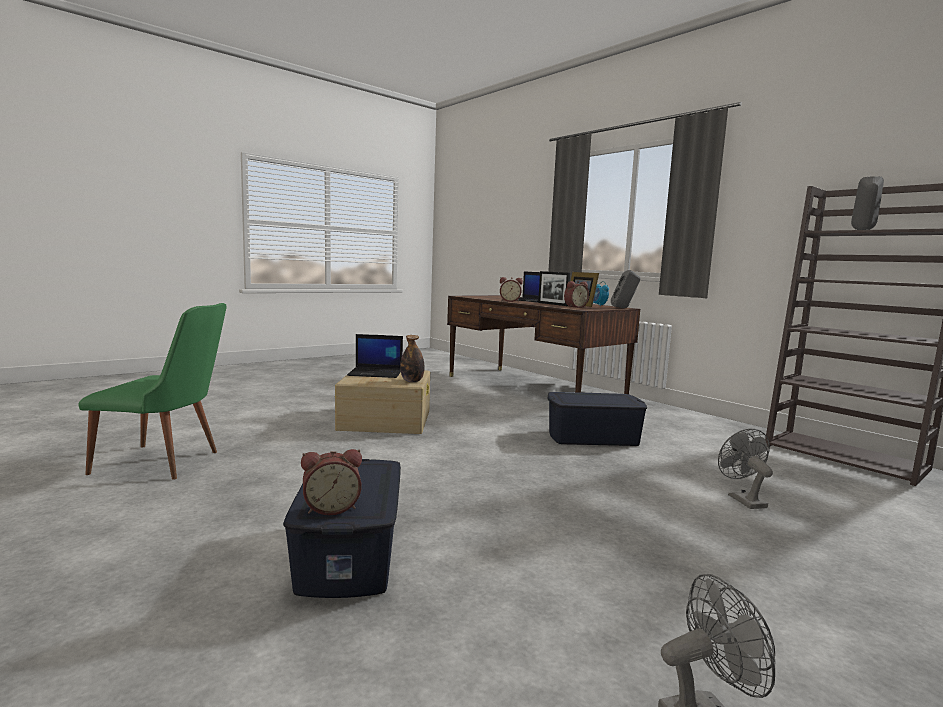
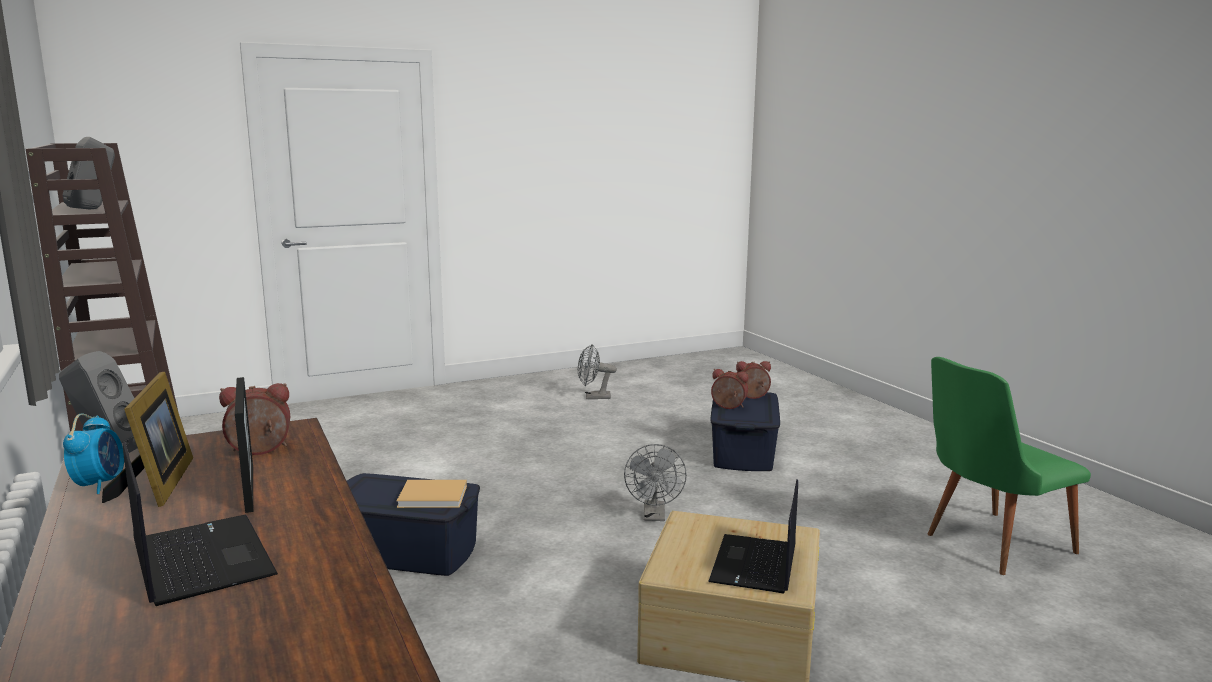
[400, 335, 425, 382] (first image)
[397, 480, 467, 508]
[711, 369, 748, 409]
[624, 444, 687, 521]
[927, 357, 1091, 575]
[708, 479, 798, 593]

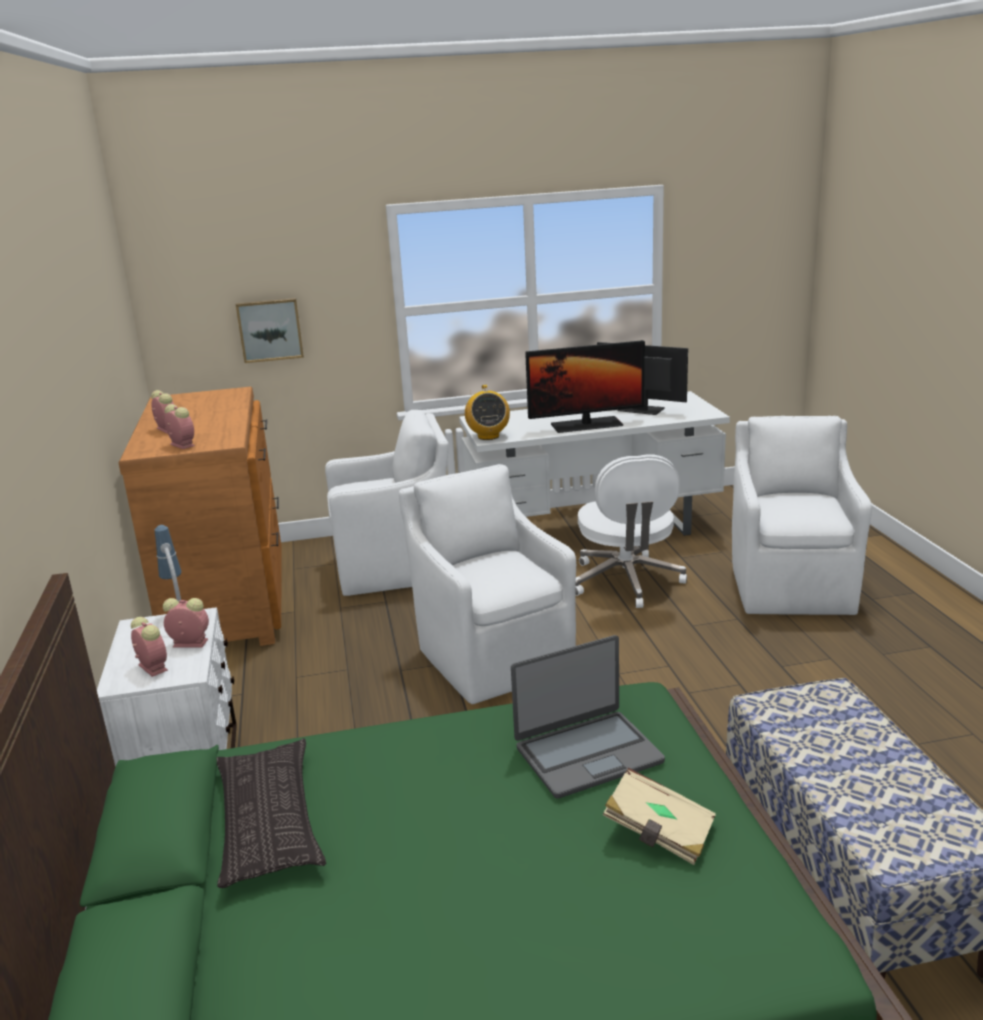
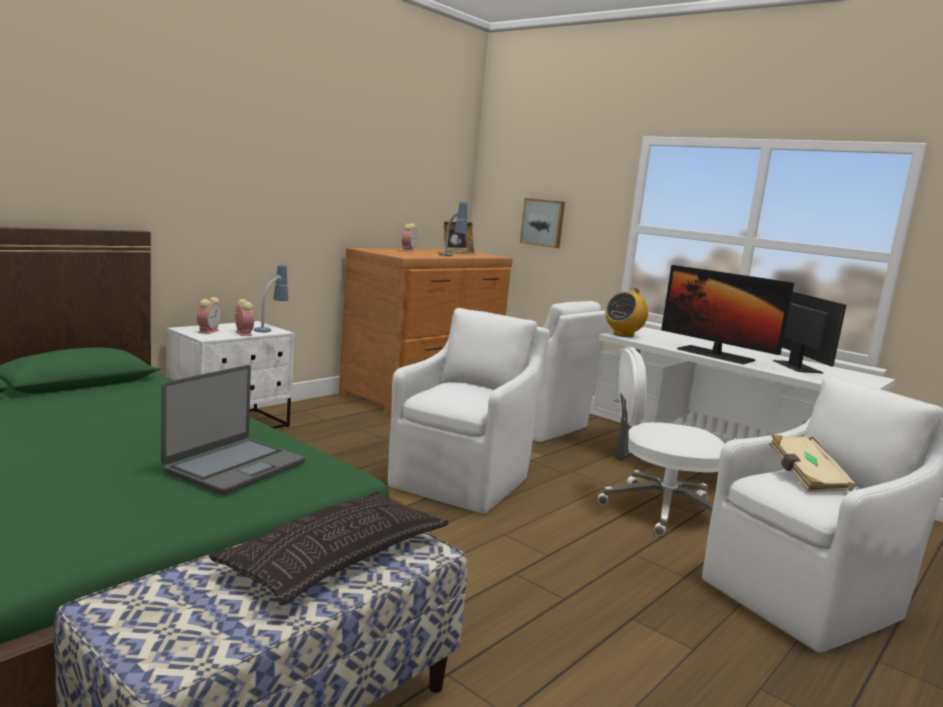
[164, 404, 195, 449] (first image)
[439, 201, 467, 256]
[444, 221, 475, 254]
[209, 491, 448, 605]
[769, 435, 856, 492]
[161, 365, 305, 495]
[598, 347, 725, 536]

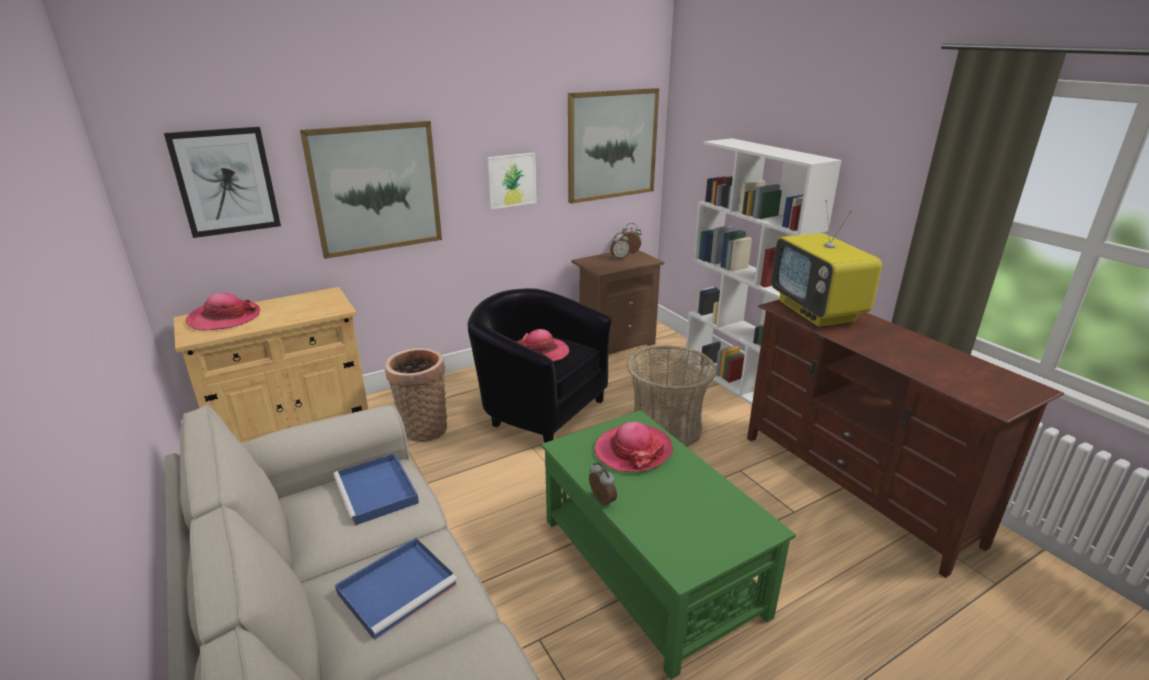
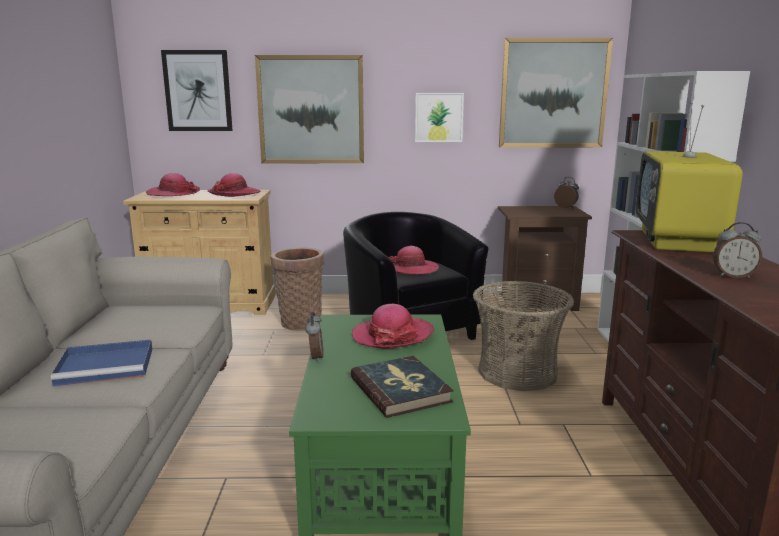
[333, 453, 419, 526] (first image)
[208, 173, 260, 197]
[351, 356, 454, 418]
[713, 222, 762, 278]

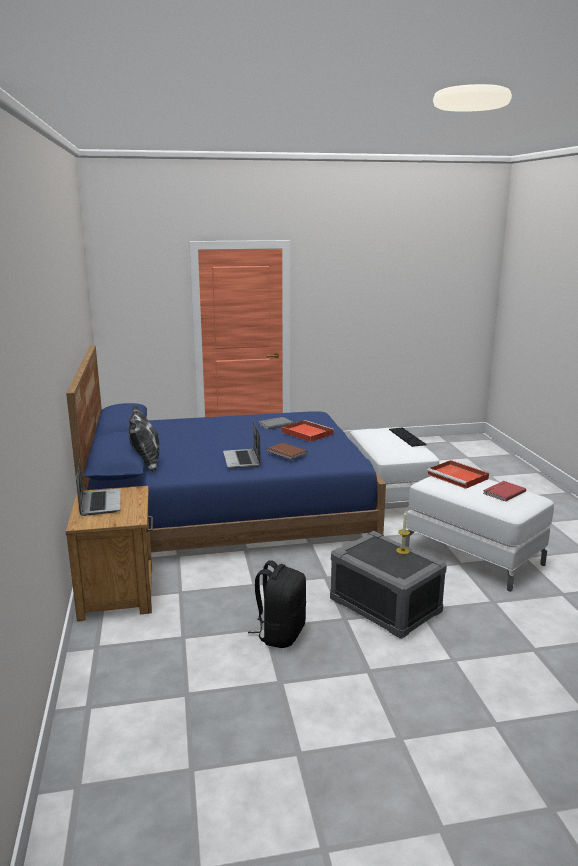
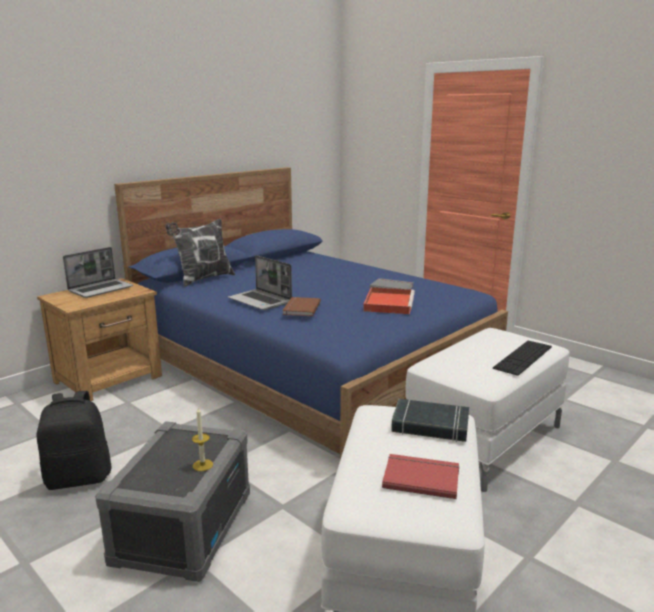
[391, 399, 469, 442]
[228, 255, 292, 310]

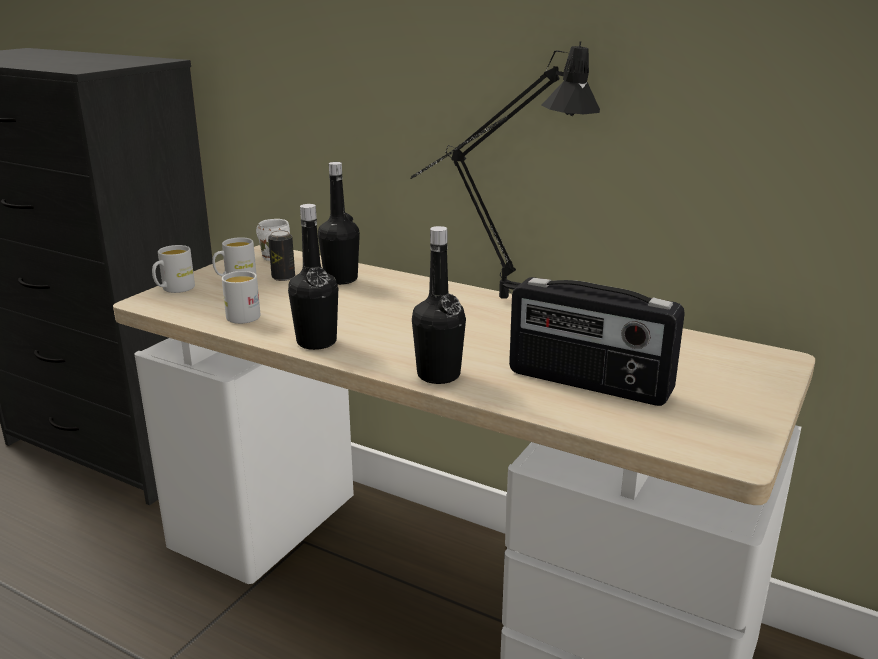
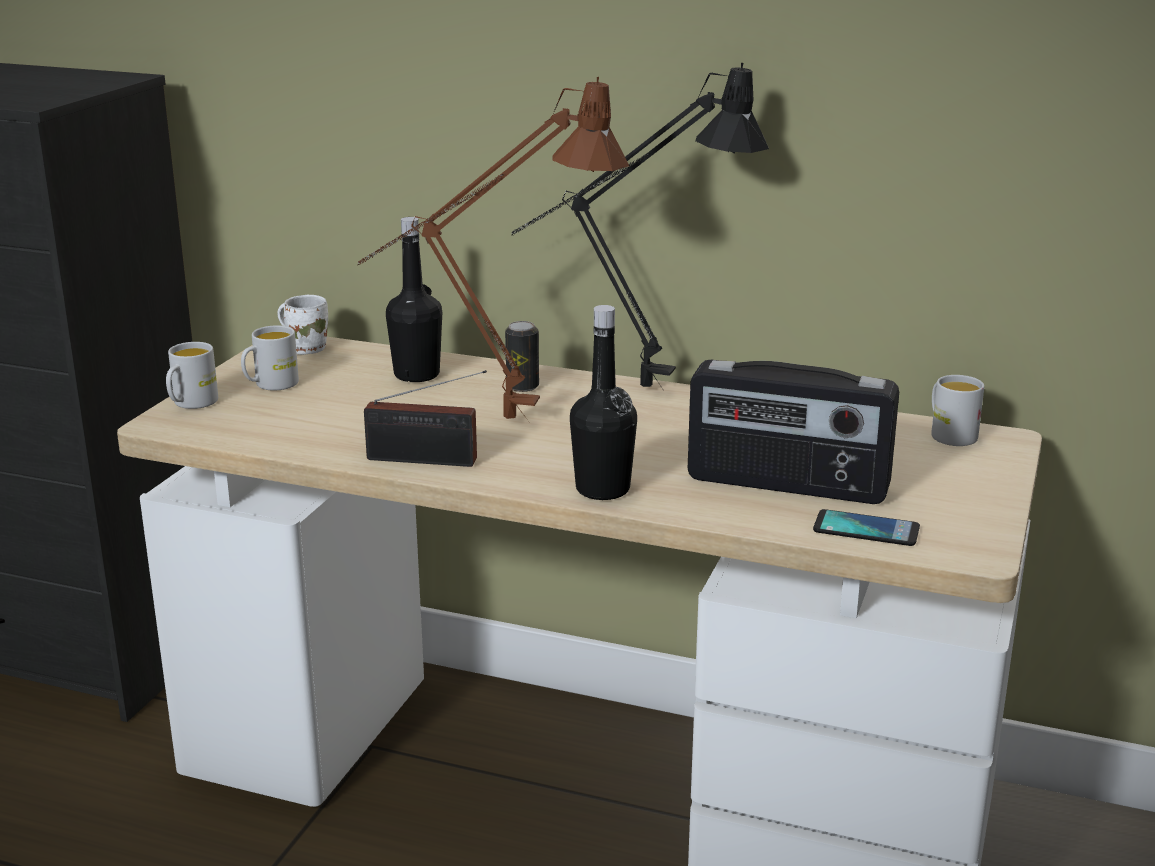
[358, 77, 629, 419]
[813, 509, 920, 546]
[931, 375, 984, 446]
[505, 321, 539, 392]
[364, 370, 487, 467]

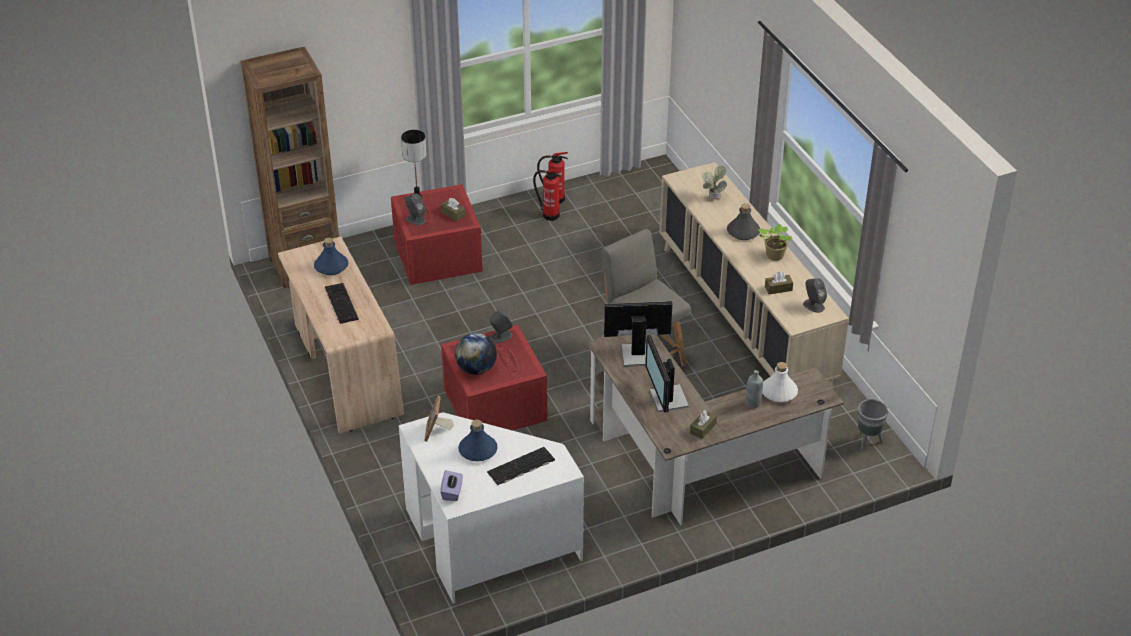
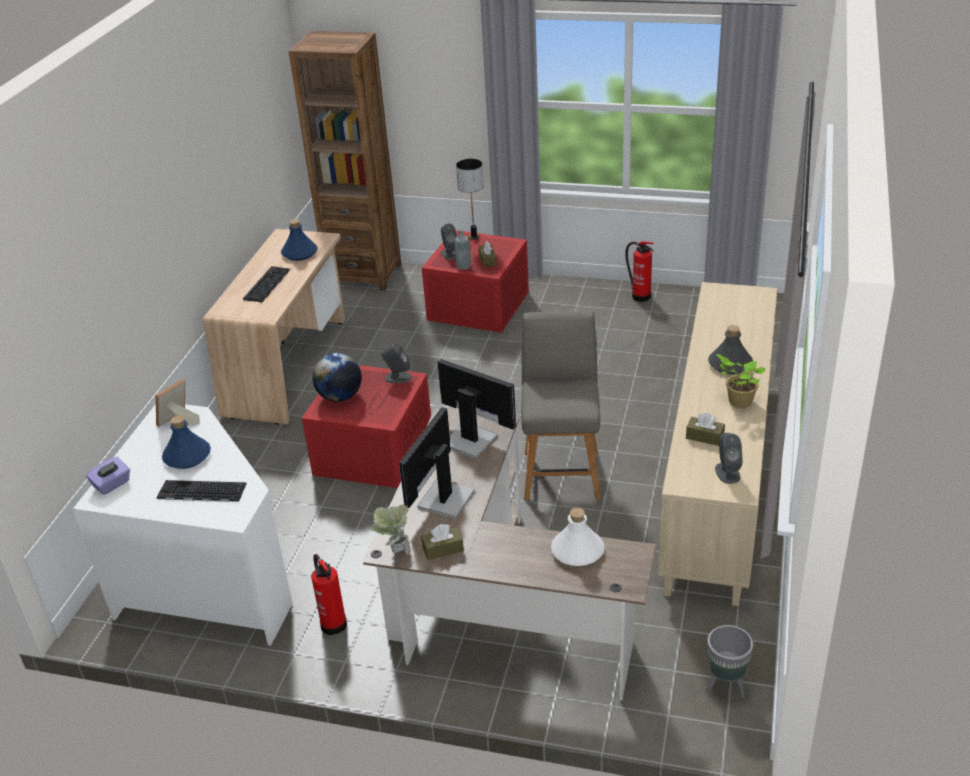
[311, 554, 347, 635]
[371, 505, 411, 555]
[455, 229, 471, 270]

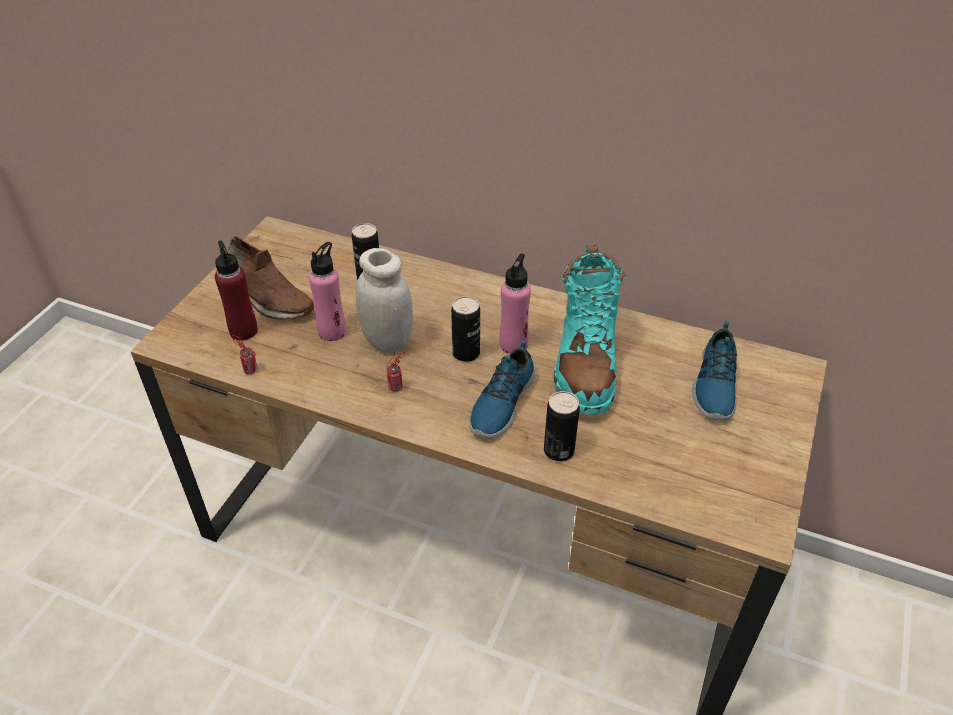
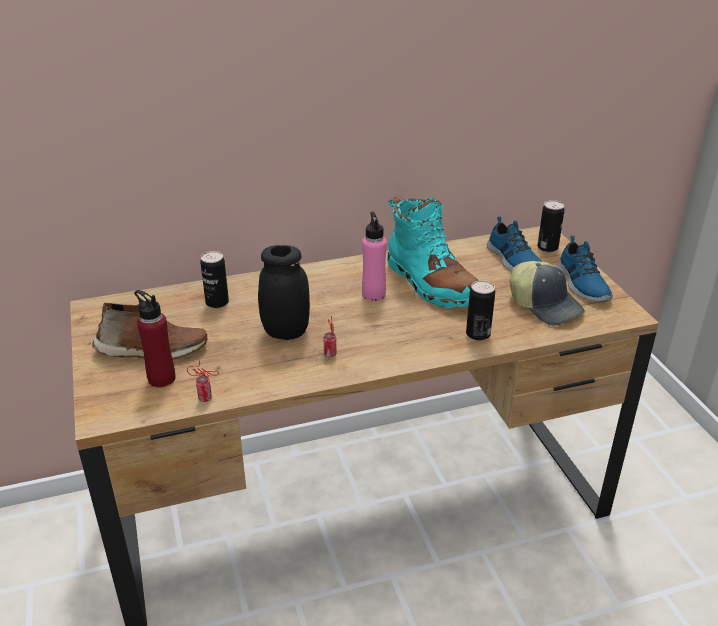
[309, 242, 346, 341] (first image)
[510, 261, 585, 325]
[537, 200, 565, 252]
[557, 235, 613, 302]
[258, 245, 310, 340]

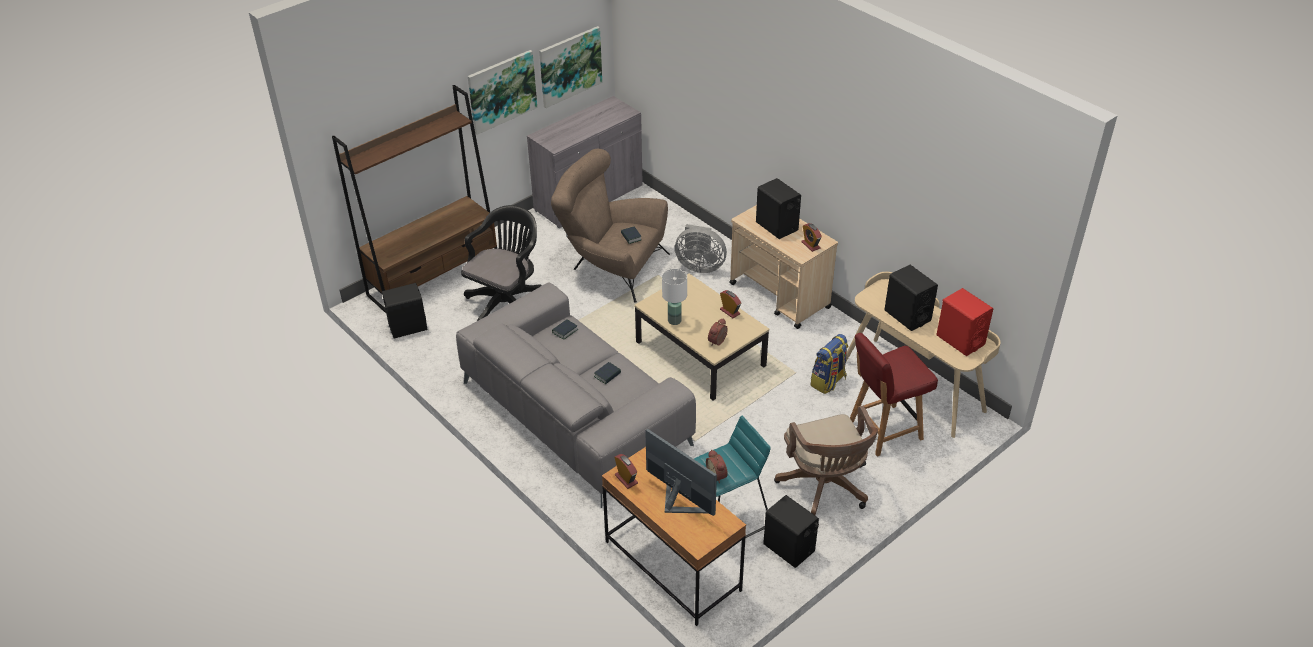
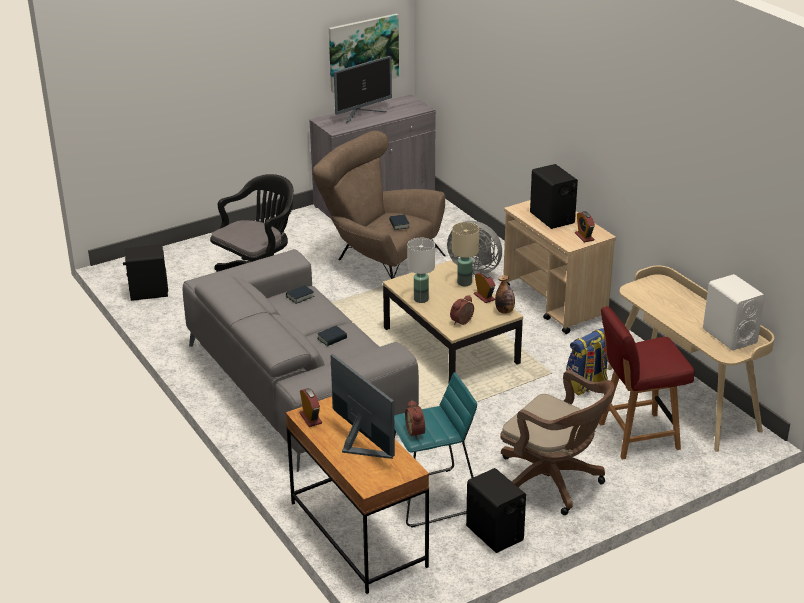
[332, 85, 497, 313] (first image)
[468, 50, 537, 135] (first image)
[884, 265, 938, 331] (first image)
[334, 56, 392, 123]
[452, 222, 479, 286]
[495, 275, 515, 314]
[703, 274, 765, 350]
[500, 370, 614, 515]

